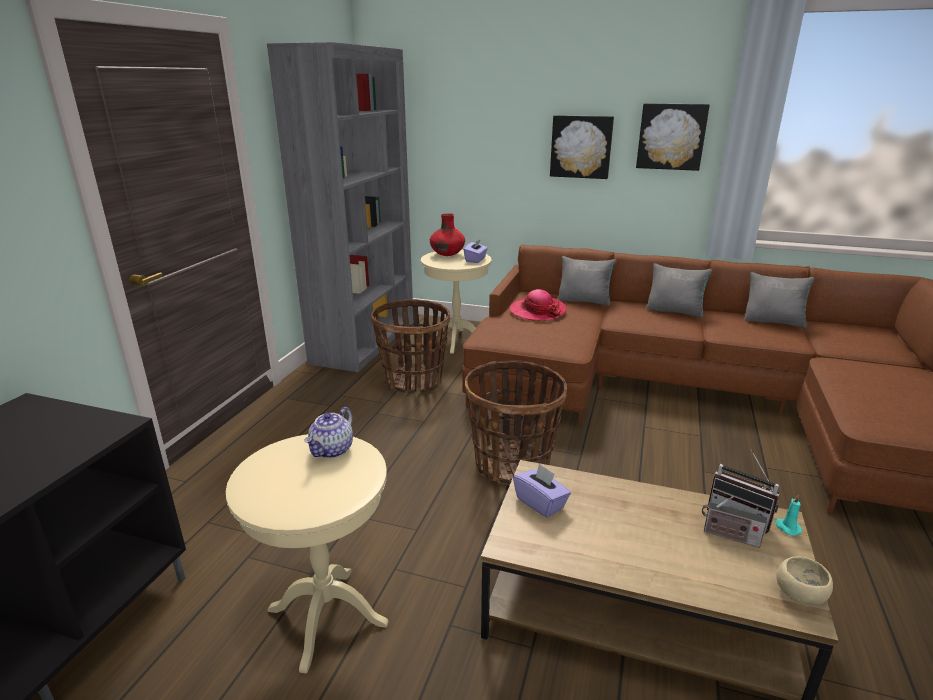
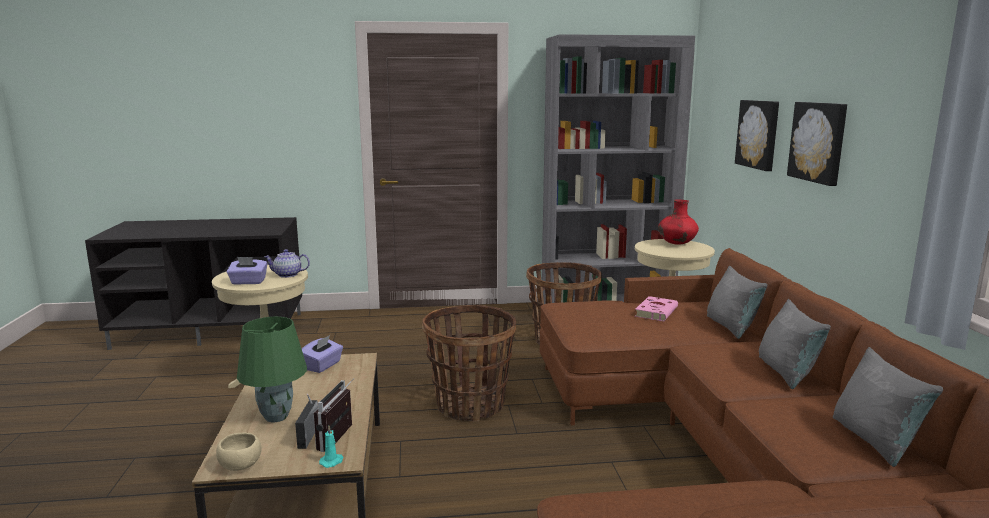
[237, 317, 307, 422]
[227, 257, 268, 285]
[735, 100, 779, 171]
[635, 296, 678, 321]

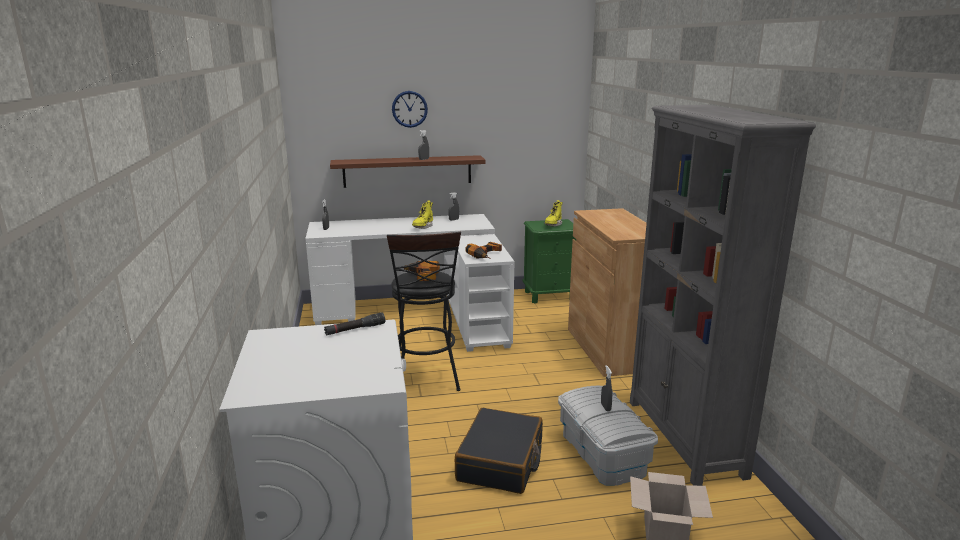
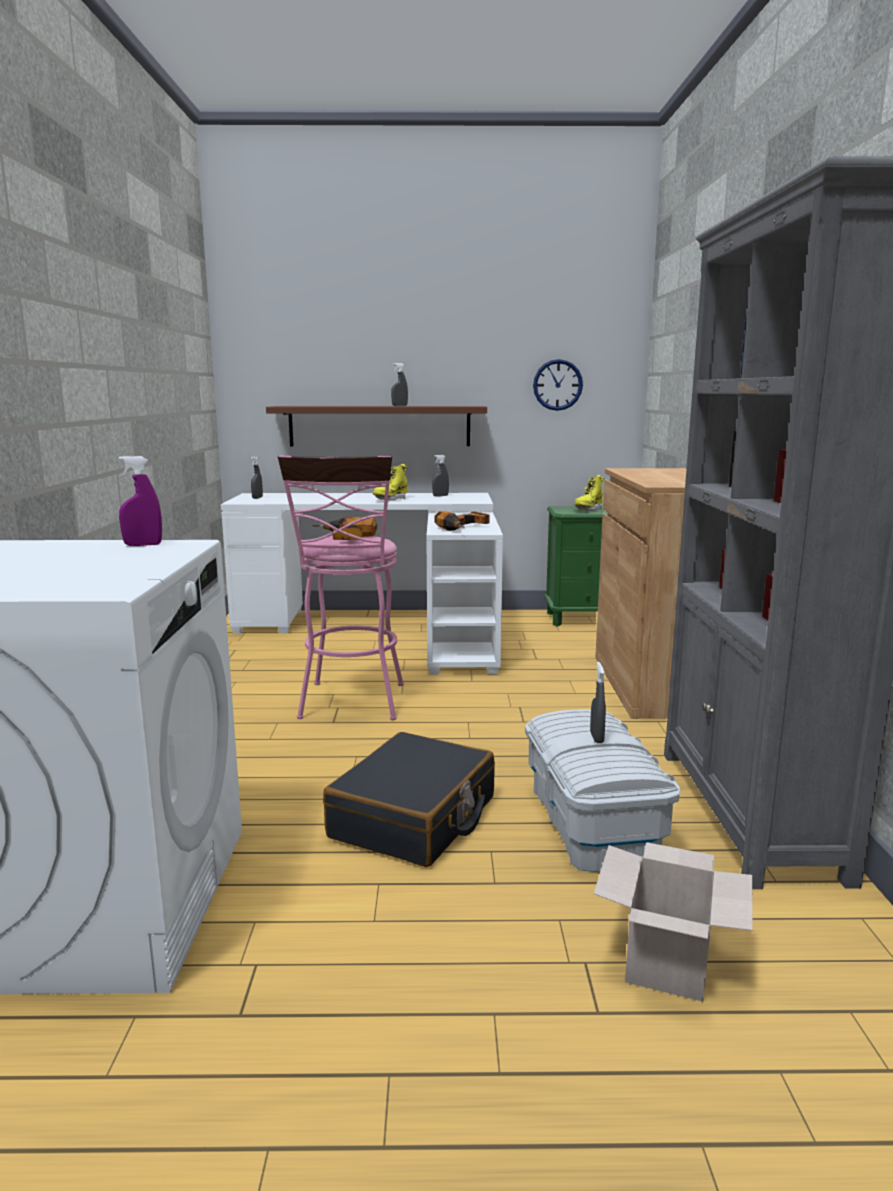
[533, 359, 583, 411]
[119, 456, 162, 546]
[278, 455, 404, 720]

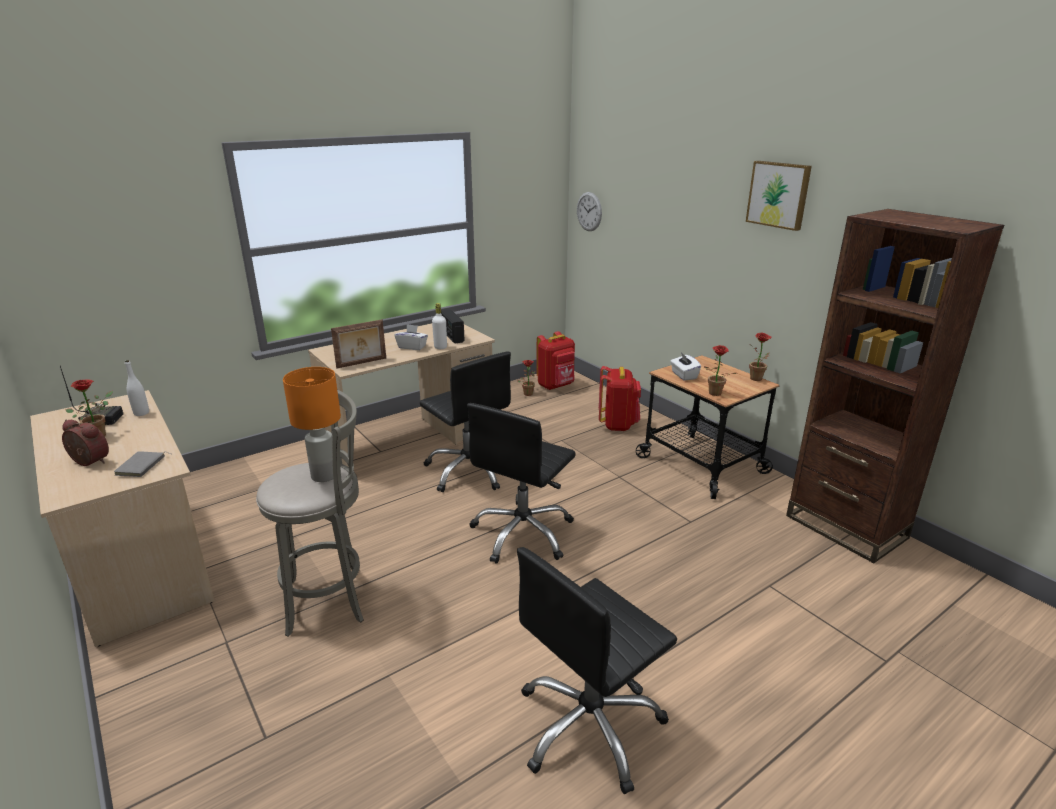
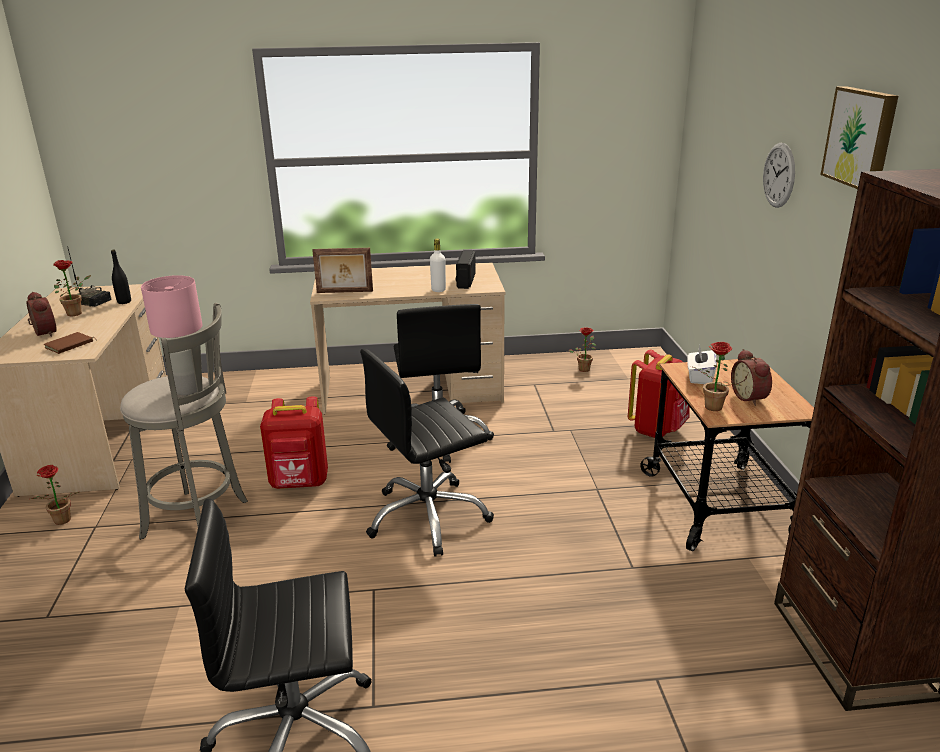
[394, 324, 428, 350] (first image)
[731, 349, 772, 406]
[260, 396, 328, 489]
[763, 143, 795, 208]
[30, 465, 79, 525]
[43, 332, 97, 354]
[111, 250, 131, 304]
[141, 275, 203, 395]

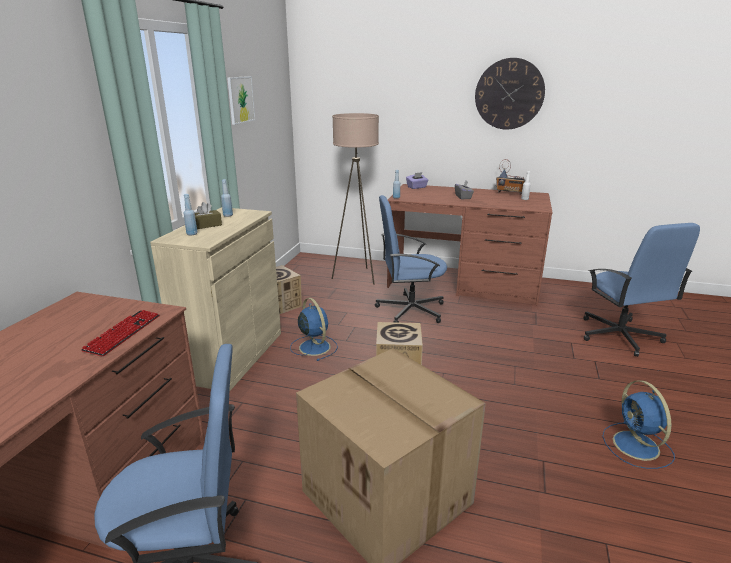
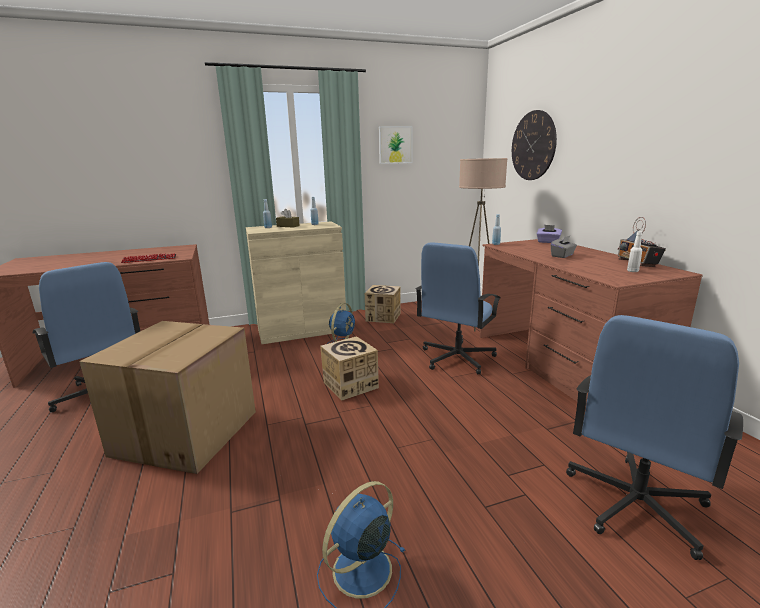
[512, 110, 557, 180]
[415, 242, 501, 374]

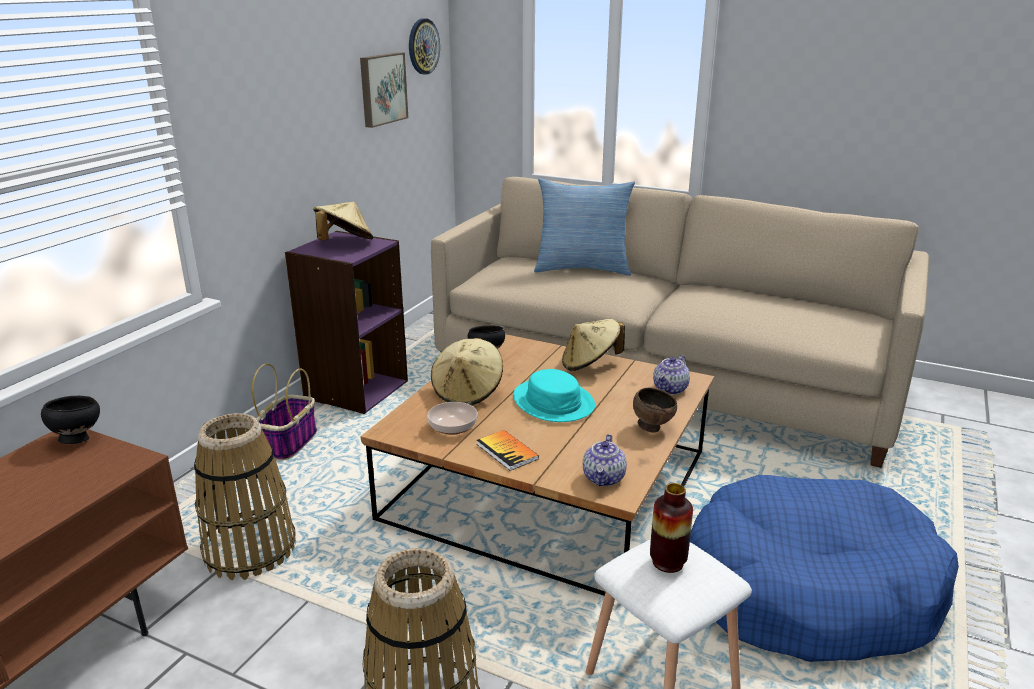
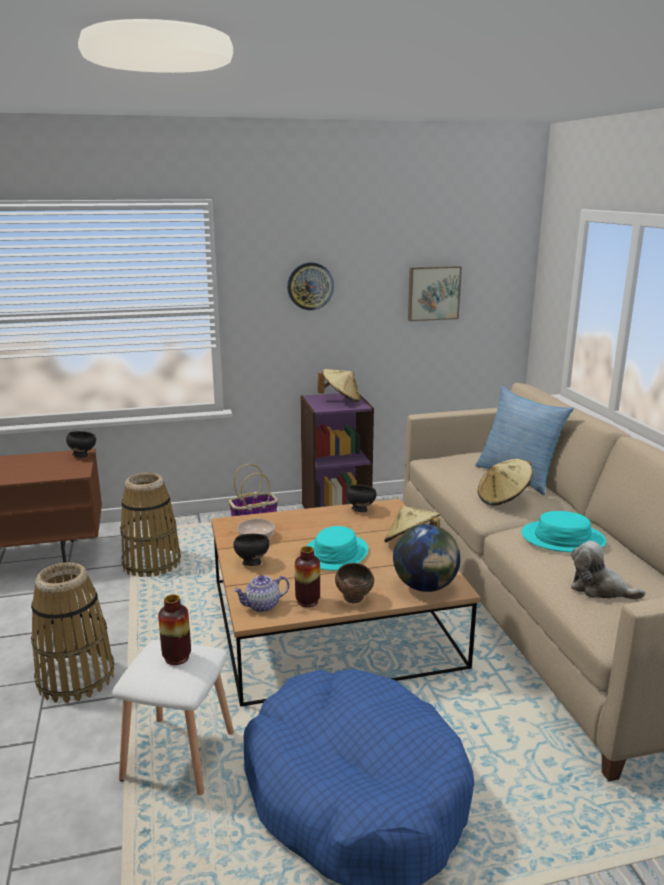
[295, 546, 320, 607]
[521, 511, 606, 552]
[571, 541, 646, 599]
[287, 262, 334, 310]
[477, 459, 533, 506]
[233, 533, 269, 566]
[393, 524, 460, 592]

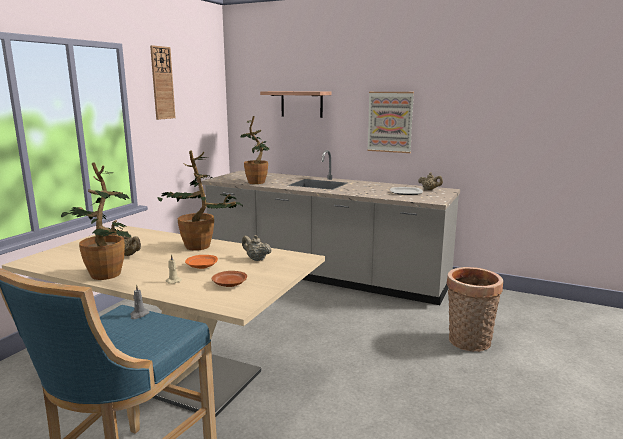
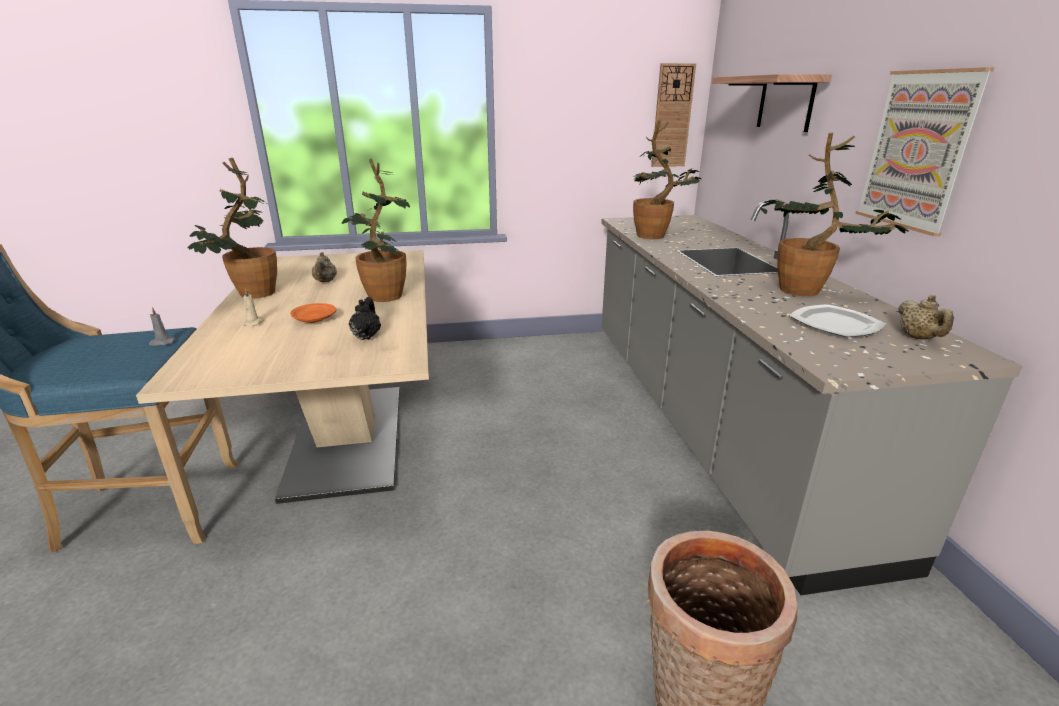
[212, 271, 247, 287] (first image)
[760, 133, 908, 296]
[651, 63, 696, 167]
[349, 297, 381, 340]

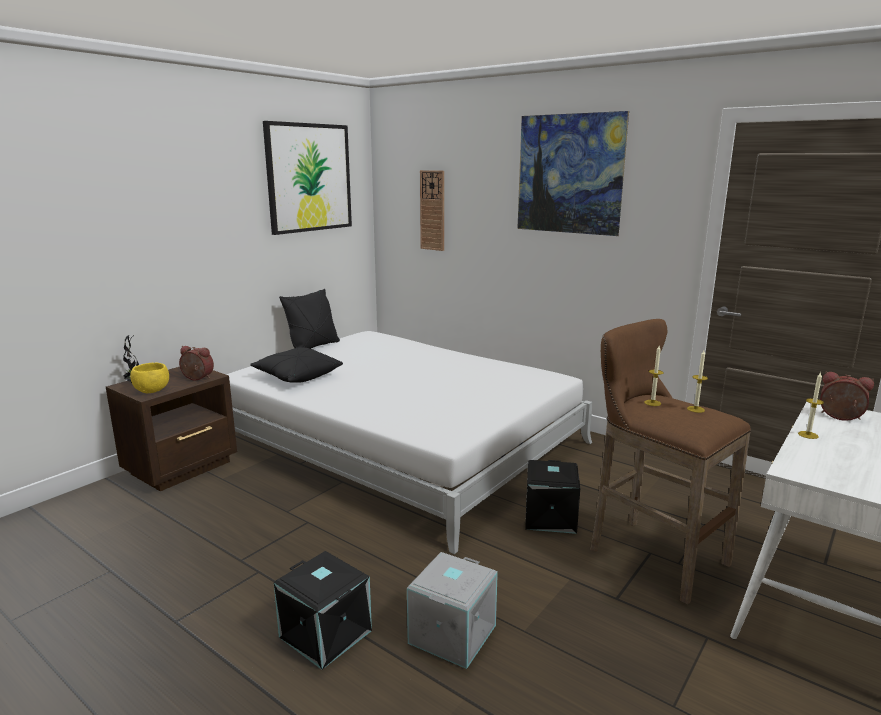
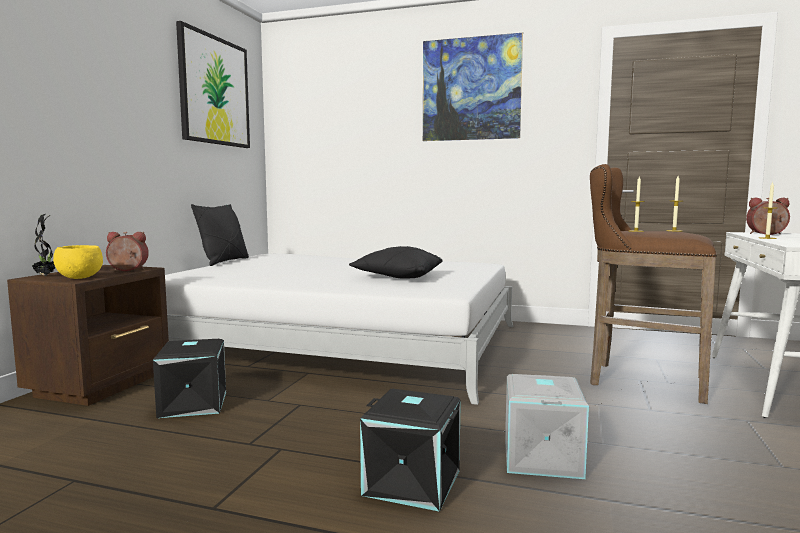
[420, 170, 444, 251] (first image)
[349, 246, 443, 279]
[153, 339, 226, 418]

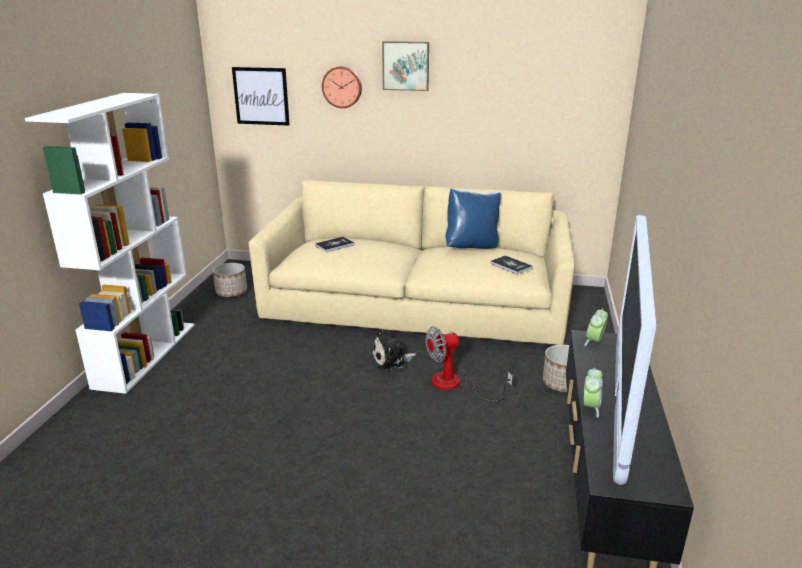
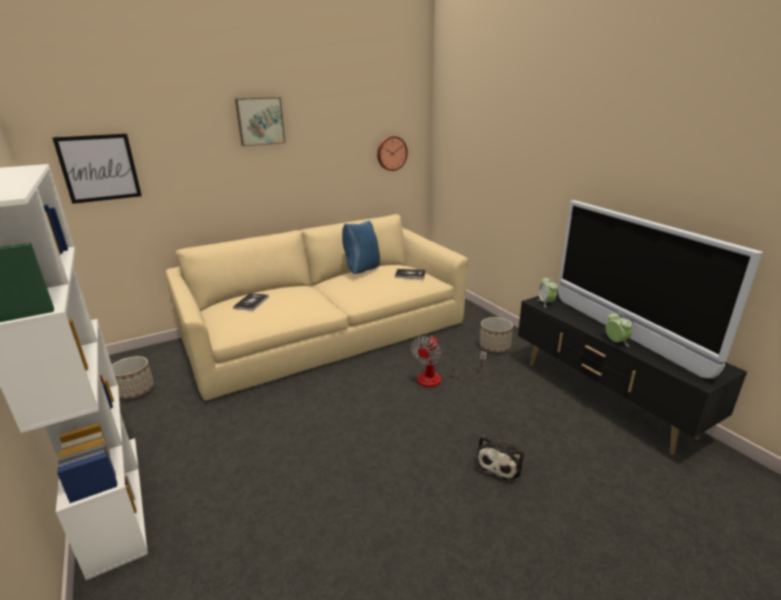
[377, 136, 408, 171]
[475, 436, 524, 483]

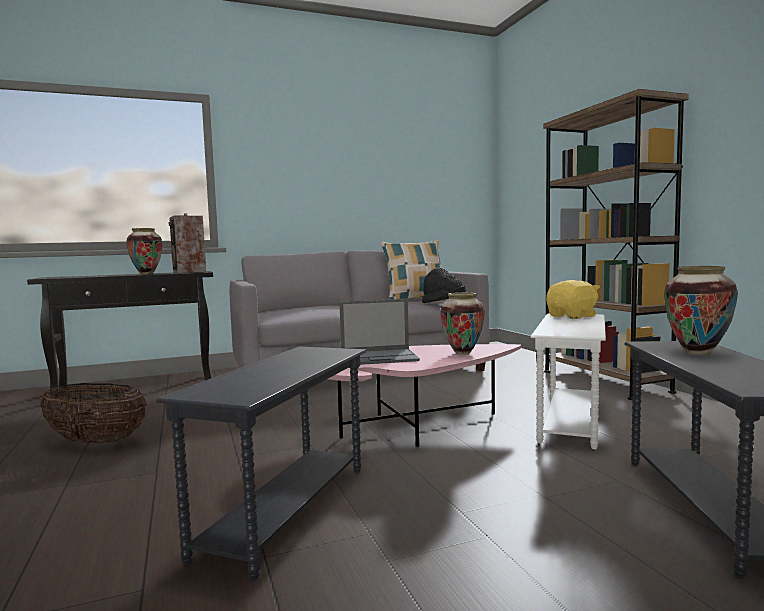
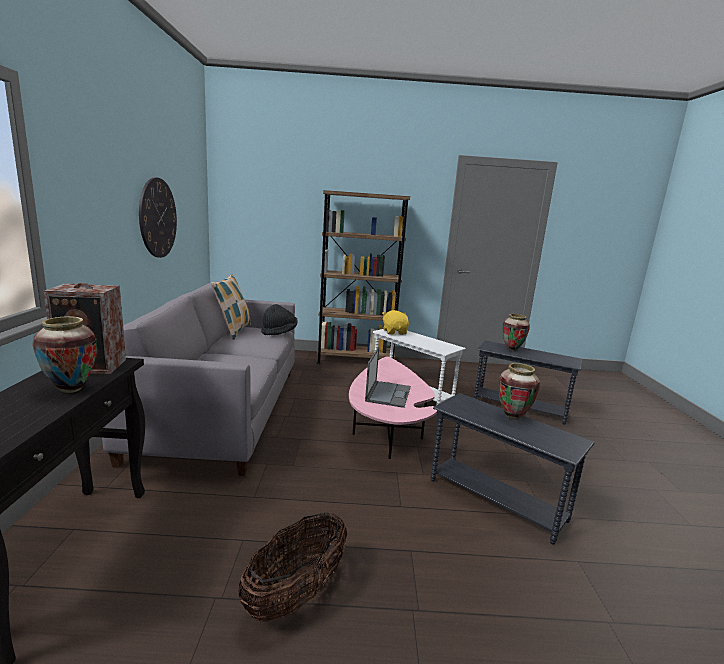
[139, 177, 177, 258]
[499, 363, 540, 420]

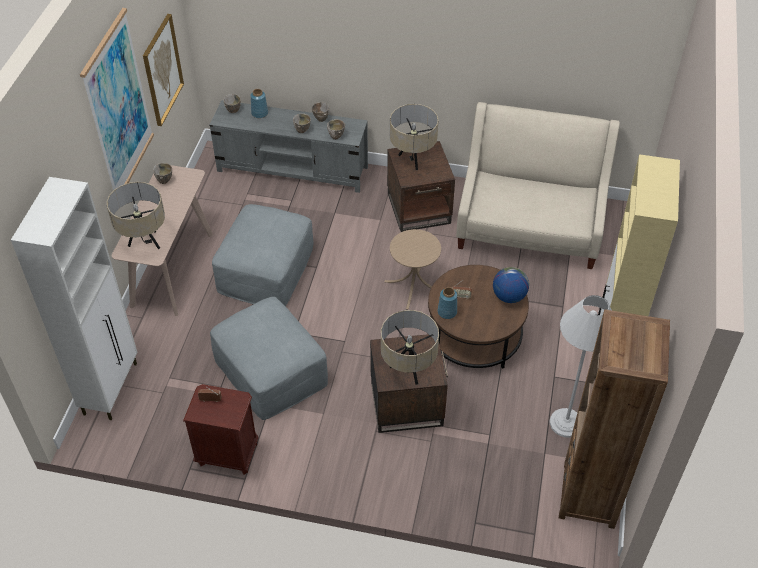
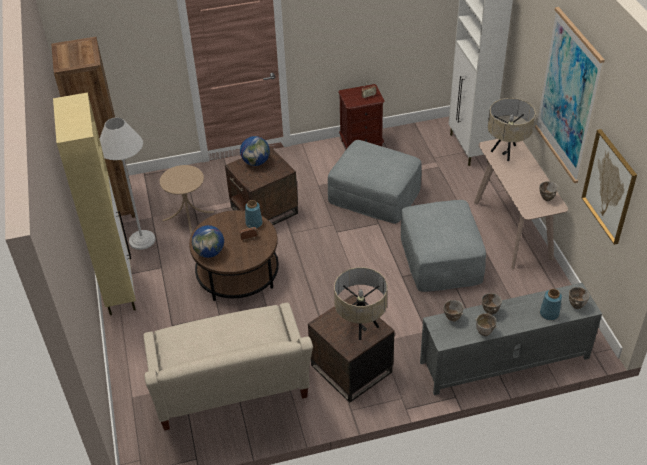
[160, 165, 214, 234]
[240, 136, 270, 166]

